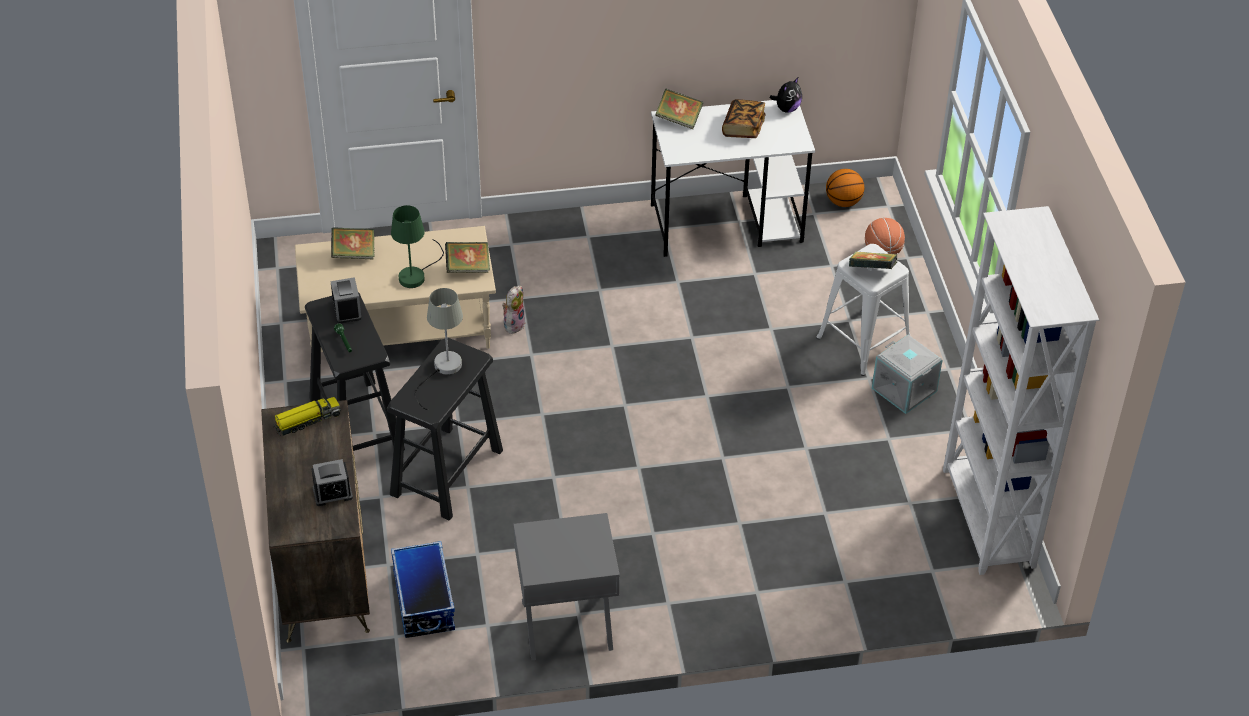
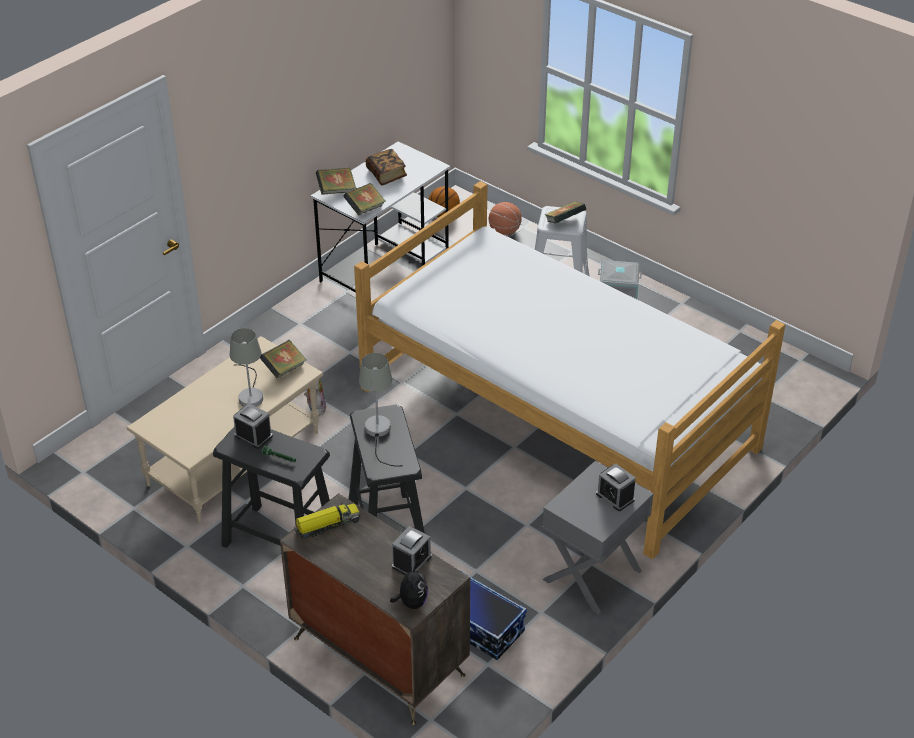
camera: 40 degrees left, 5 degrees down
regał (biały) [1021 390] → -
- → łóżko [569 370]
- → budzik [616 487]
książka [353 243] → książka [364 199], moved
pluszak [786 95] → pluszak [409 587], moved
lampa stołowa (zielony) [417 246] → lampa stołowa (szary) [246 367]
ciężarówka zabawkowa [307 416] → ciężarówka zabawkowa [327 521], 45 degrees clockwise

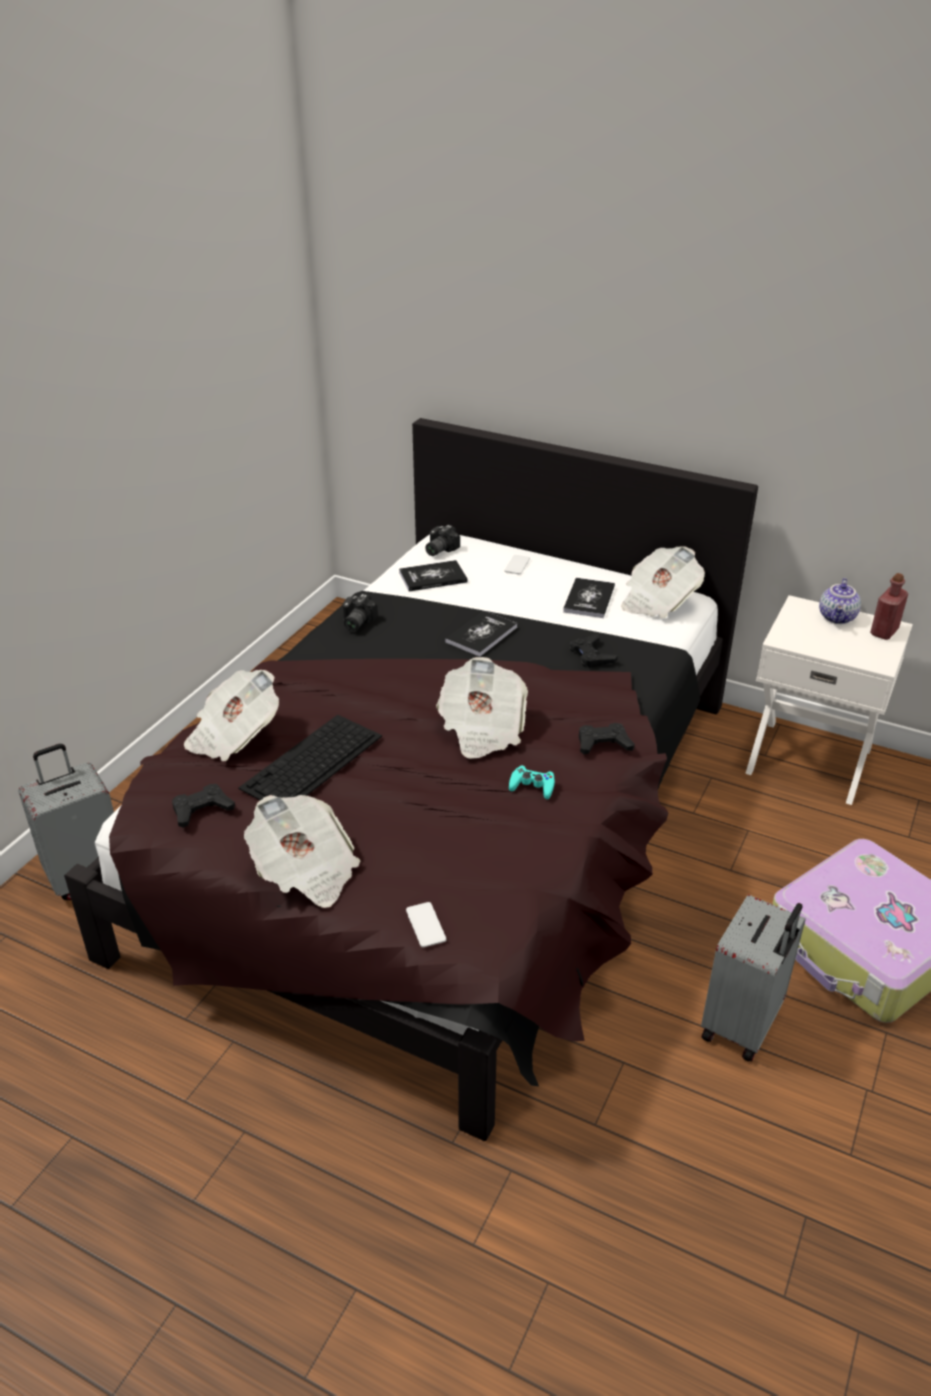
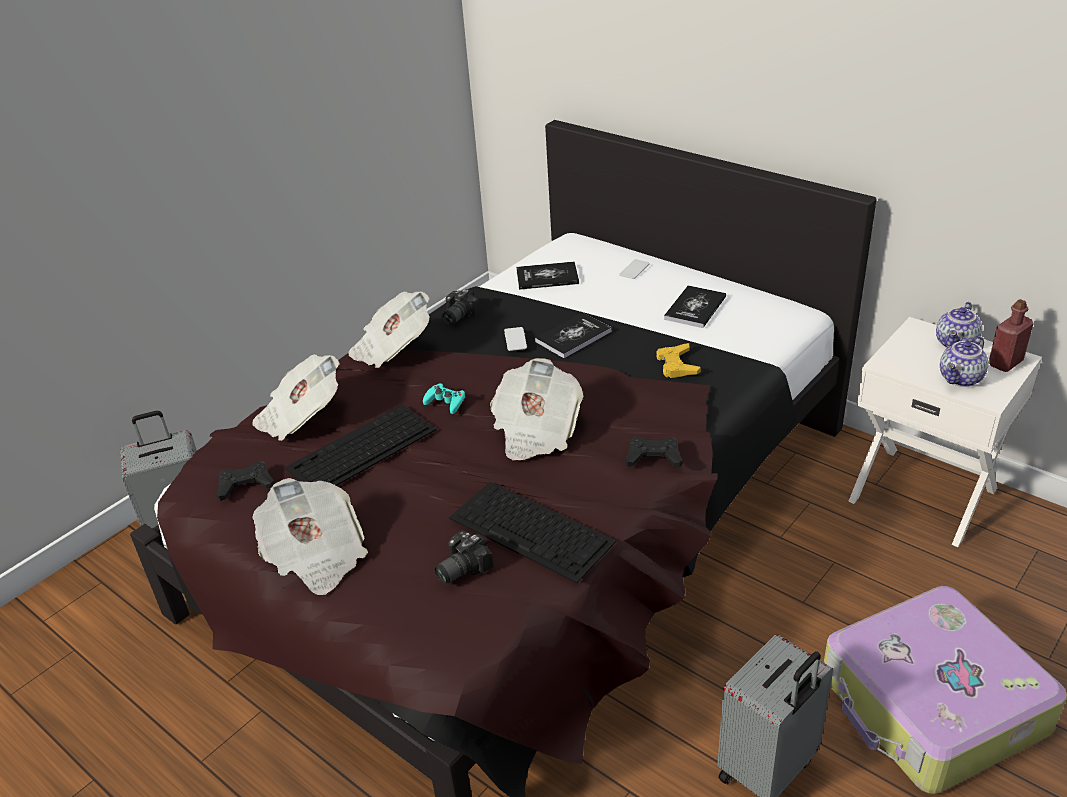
camera: 15 degrees right, 0 degrees up
- → klawiatura [532 532]
- → imbryk [964 361]
telefon [426 924] → telefon [515 339], moved
aparat fotograficzny [442 540] → aparat fotograficzny [464 557], moved
pad do gier (turkusowy) [532 782] → pad do gier (turkusowy) [444 398], moved
gazeta [663 582] → gazeta [389 330], moved
pad do gier (czarny) [594 650] → pad do gier (żółty) [678 360]

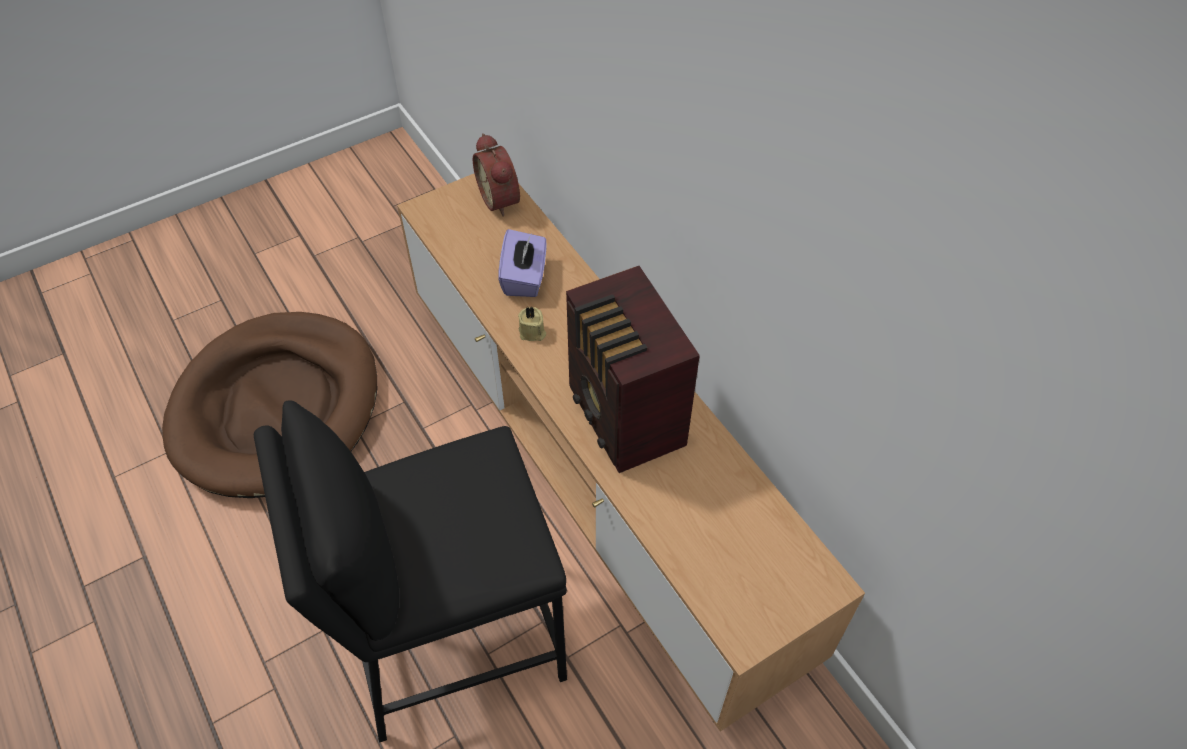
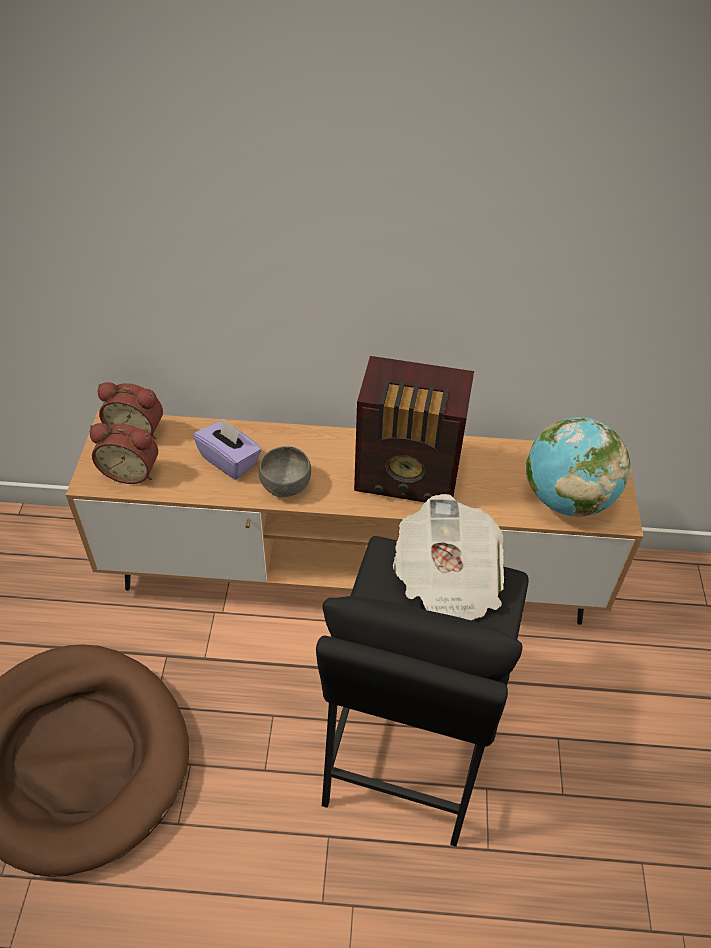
camera: 55 degrees left, 5 degrees down
- → budzik [124 453]
- → gazeta [448 557]
- → globus [578 467]
świeca (beżowy) [532 323] → miska (szary) [285 471]

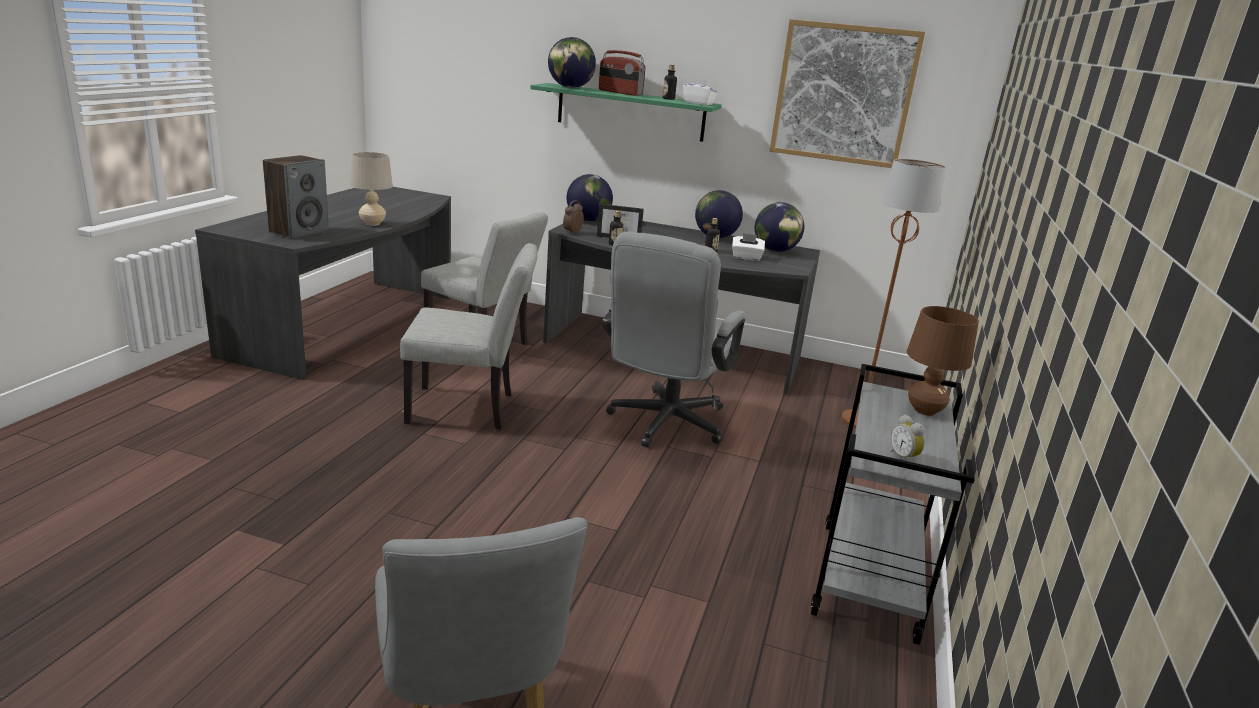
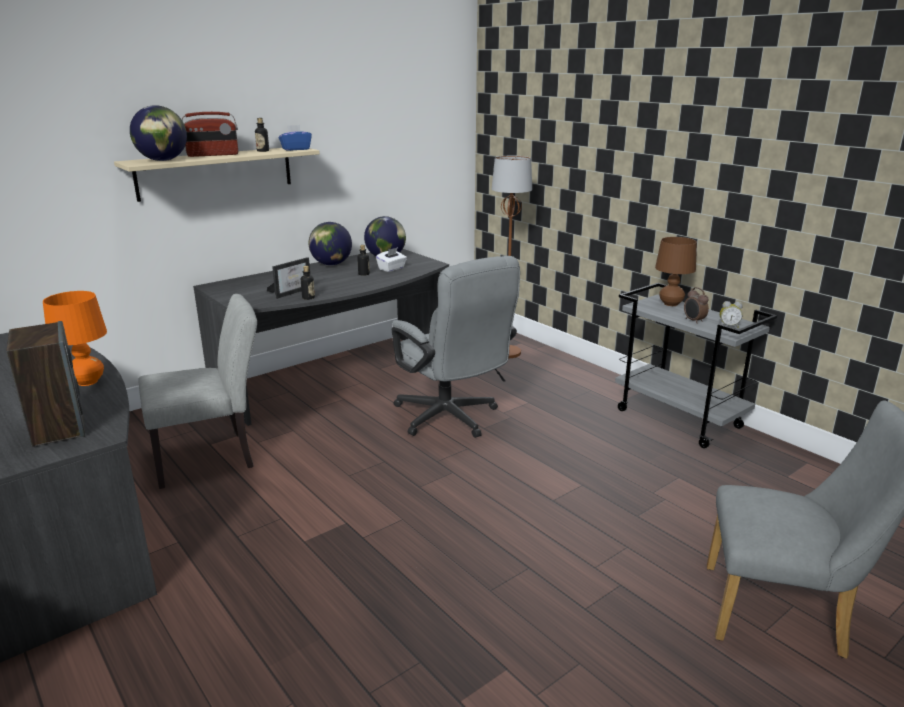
camera: 55 degrees left, 0 degrees up
krzesło (szary) [469 336] → -
globus [590 198] → -
obraz [847 93] → -
budzik [573 217] → budzik [696 305], moved
lampa stołowa (beżowy) [371 189] → lampa stołowa (pomarańczowy) [75 338]
półka (zielony) [626 112] → półka (beżowy) [217 175]
pudełko chusteczek (biały) [700 91] → pudełko chusteczek (niebieski) [295 138]

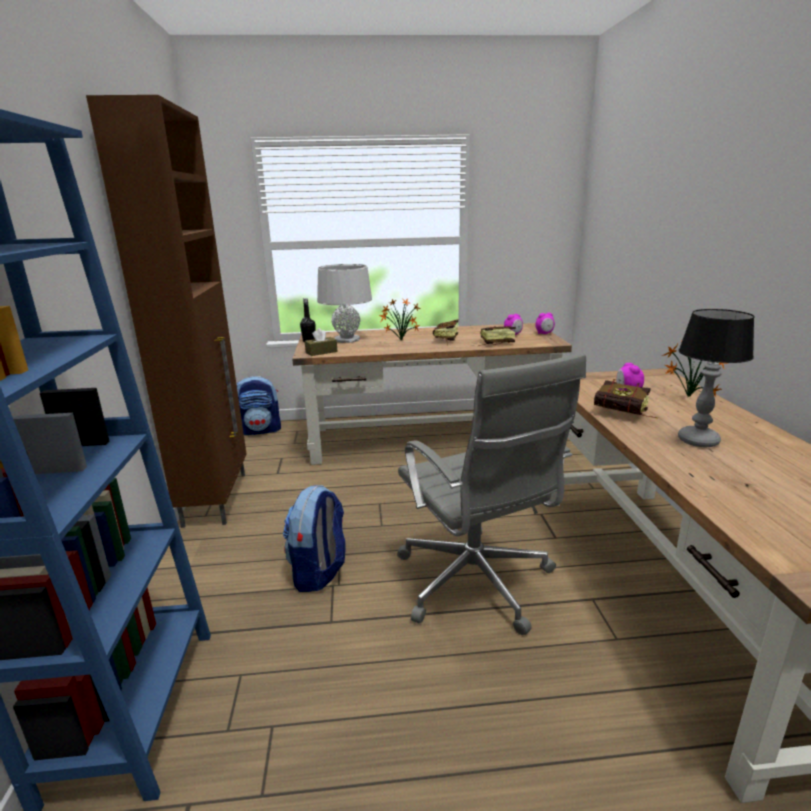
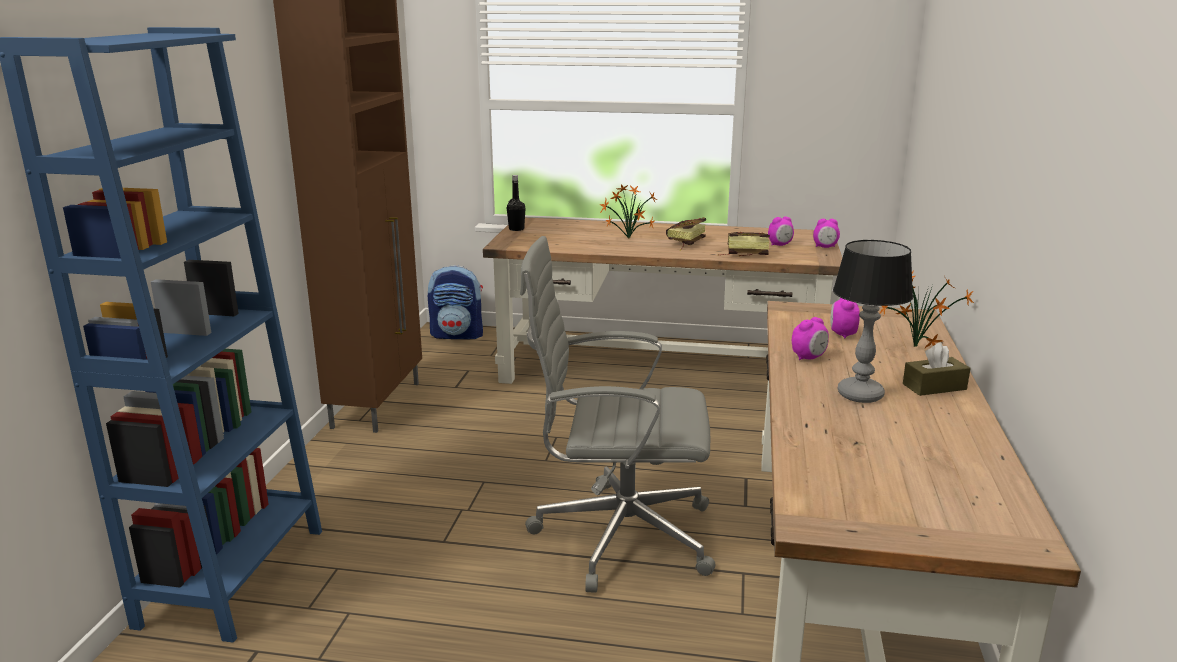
camera: 15 degrees right, 0 degrees up
plecak [314 538] → -
lampa stołowa (szary) [344 303] → -
pudełko chusteczek (brązowy) [321 342] → pudełko chusteczek (brązowy) [937 369], moved
książka [626 399] → budzik [810 338]
krzesło biurowe (szary) [491 494] → krzesło biurowe (szary) [617 414], 105 degrees clockwise

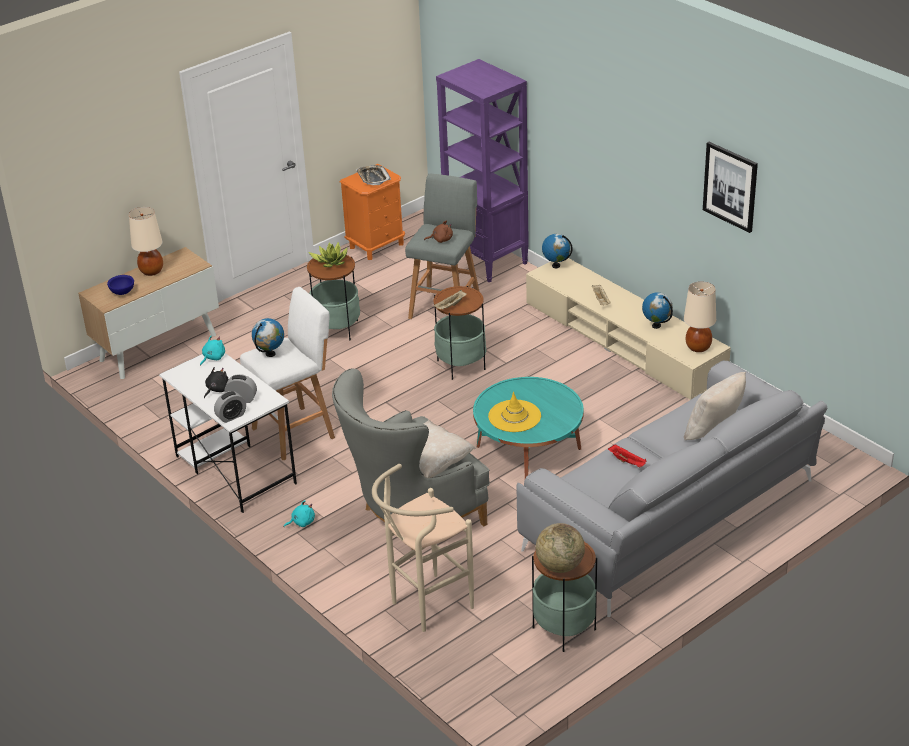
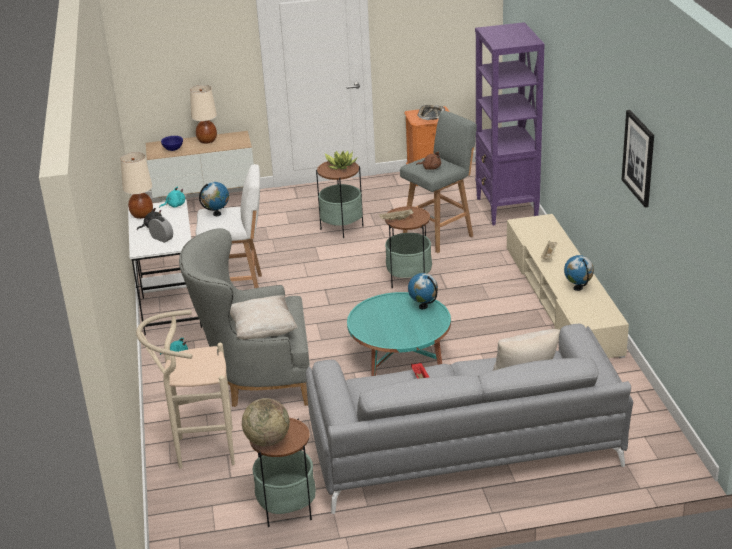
camera: 30 degrees right, 5 degrees down
budzik [230 407] → -
kapelusz (żółty) [514 412] → -
globus [557 251] → globus [423 291], moved
lampa stołowa (beżowy) [700 317] → lampa stołowa (beżowy) [137 185], moved

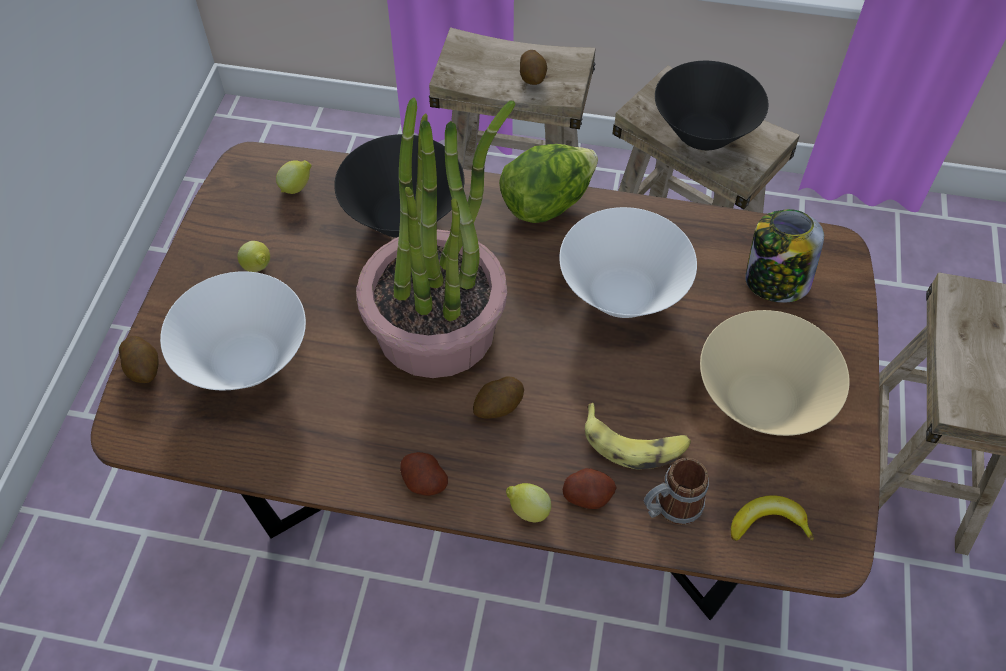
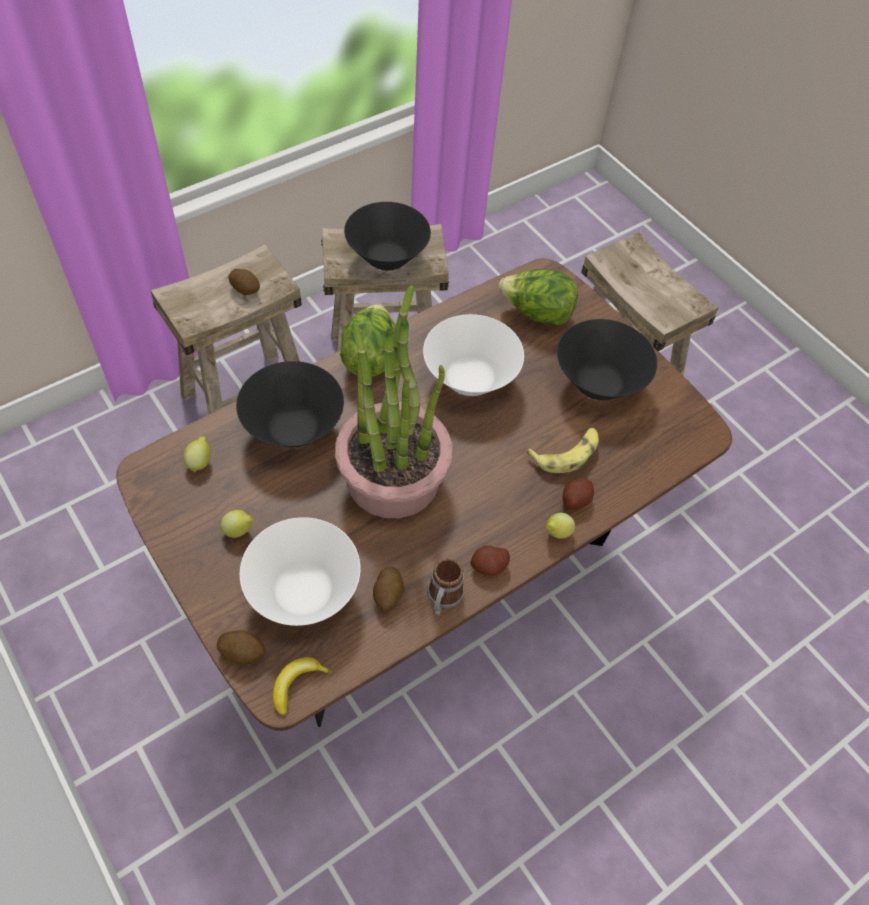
camera: 50 degrees left, 0 degrees up
ziemniak [498 397] → ziemniak [388 589], moved
kubek [676 491] → kubek [445 586], moved
banan [772 518] → banan [302 686], moved
słoik [784 256] → sałata [538 297]
miska (beżowy) [775 373] → miska (czarny) [607 359]

